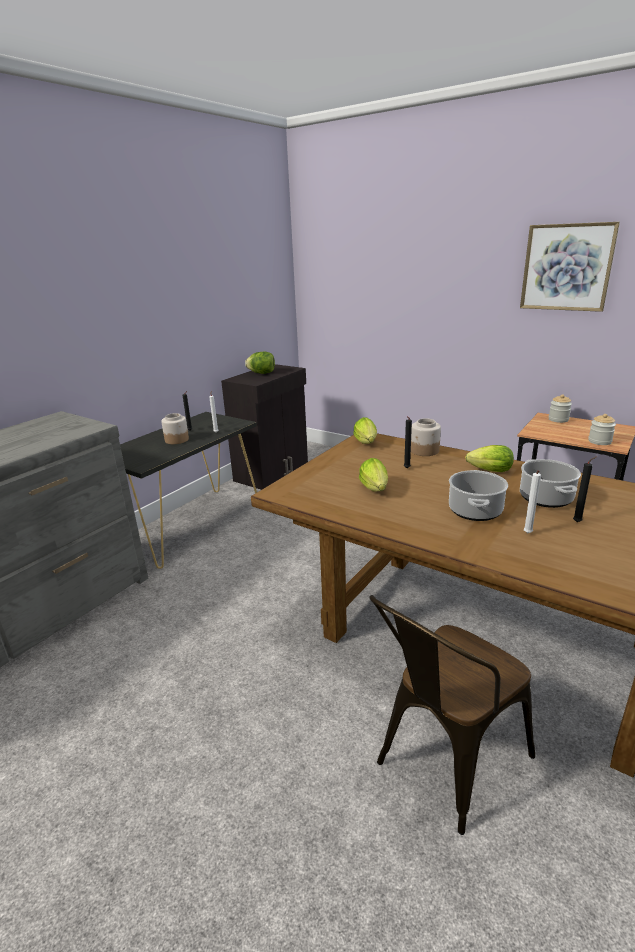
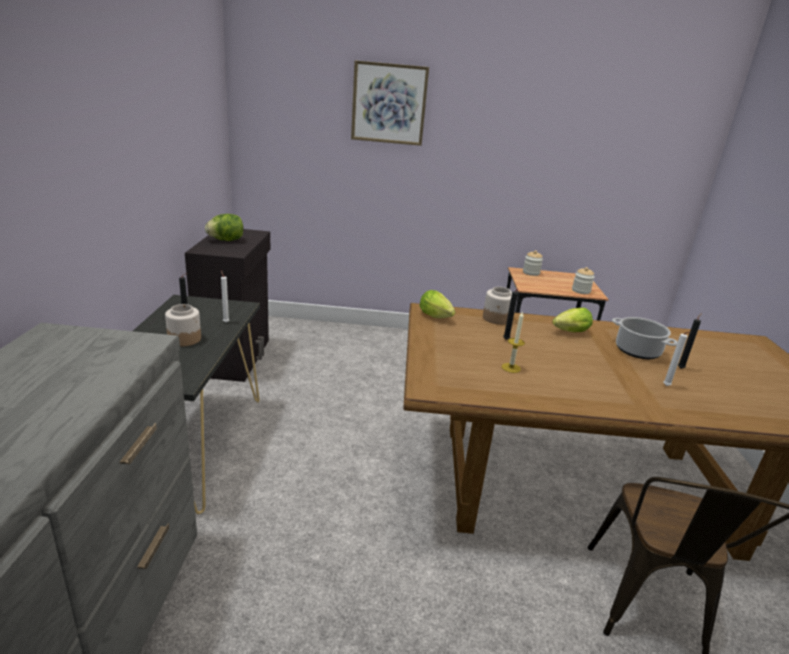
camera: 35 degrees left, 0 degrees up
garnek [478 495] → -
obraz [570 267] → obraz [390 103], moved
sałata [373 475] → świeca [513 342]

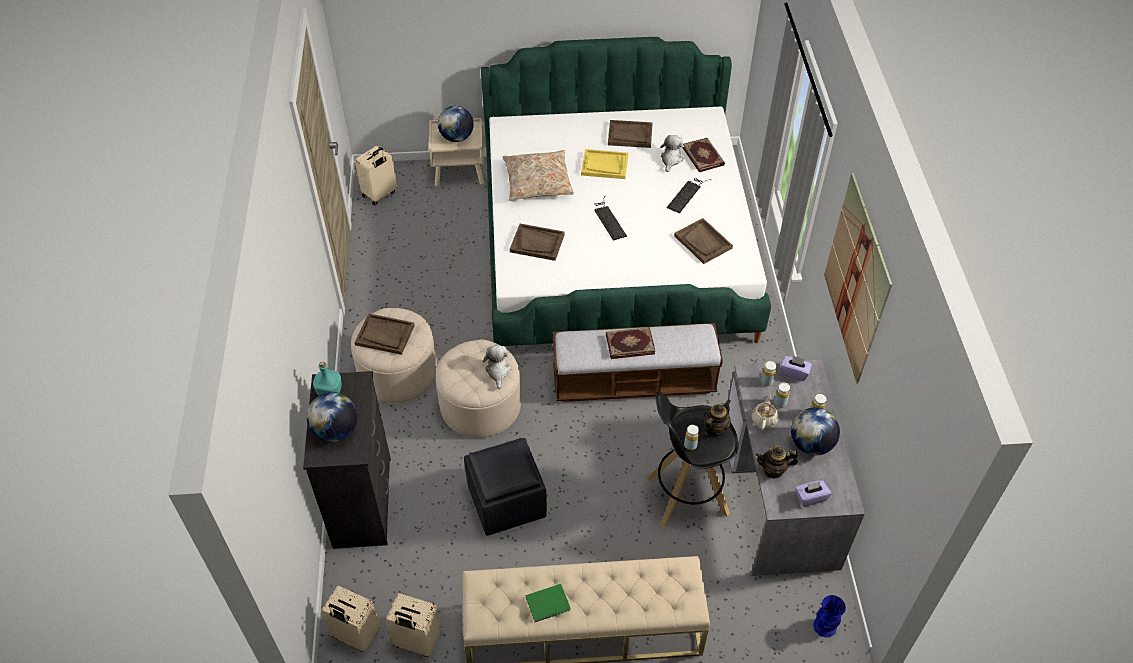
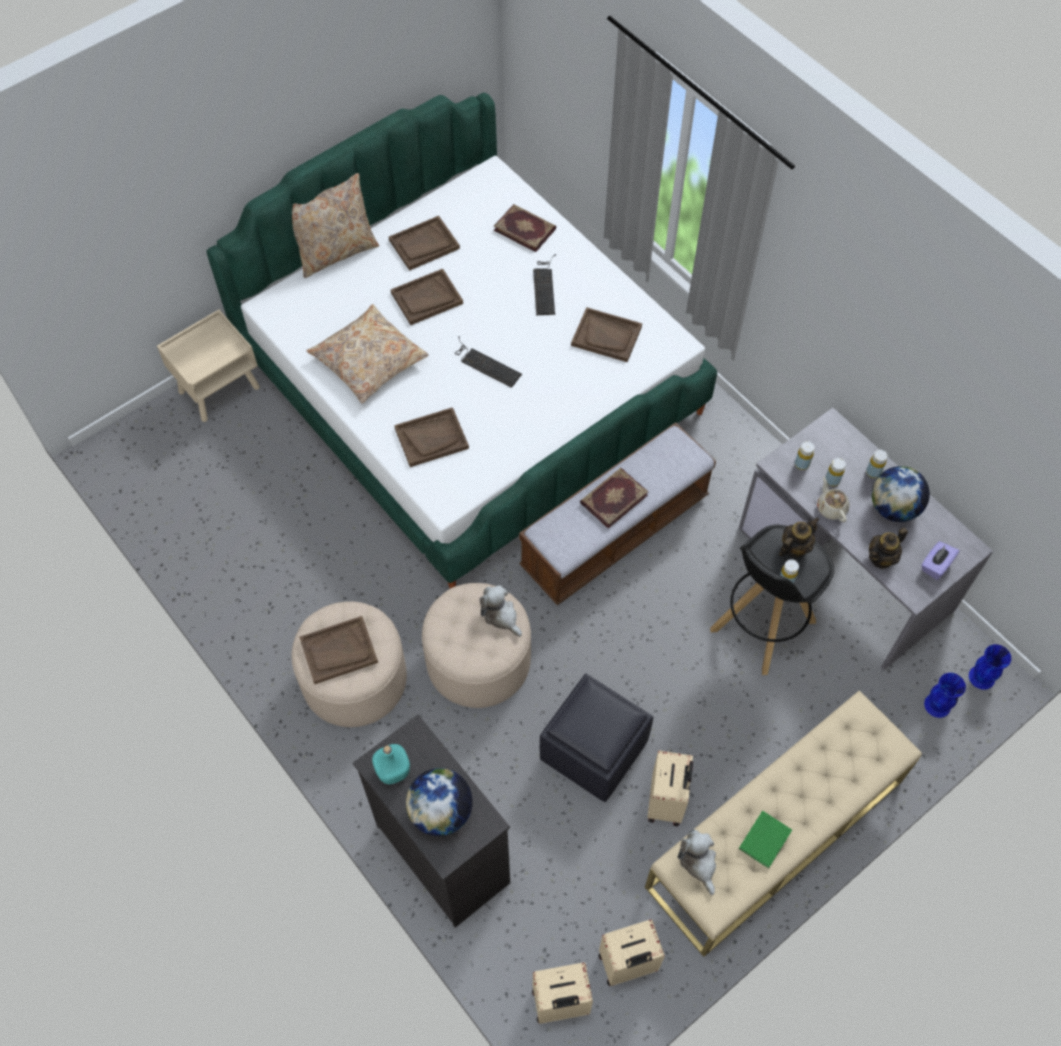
camera: 35 degrees left, 10 degrees up
globus [455 124] → -
pudełko chusteczek (fioletowy) [796 368] → -
obraz [858 278] → -
- → poduszka (beżowy) [335 225]
- → wazon (niebieski) [945 695]
walizka (beżowy) [376 175] → walizka (beżowy) [670 788], moved
pluszak [671 153] → pluszak [697 862], moved
taca (żółty) [604 164] → taca (brązowy) [427 297]
imbryk [717 417] → imbryk [799 537], 45 degrees clockwise

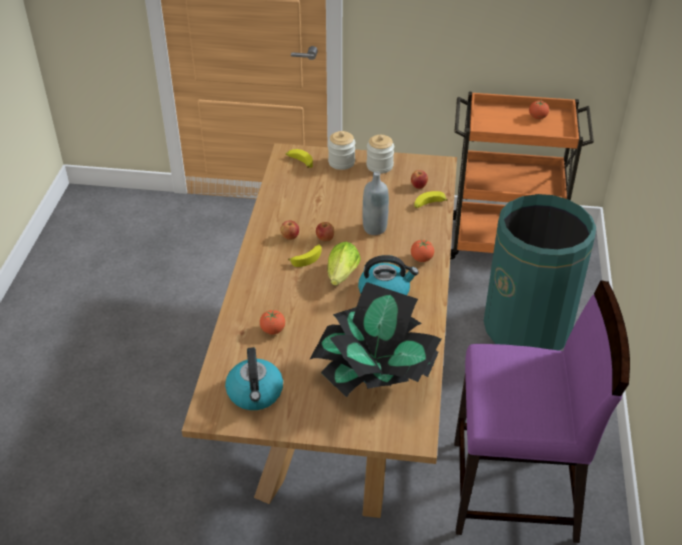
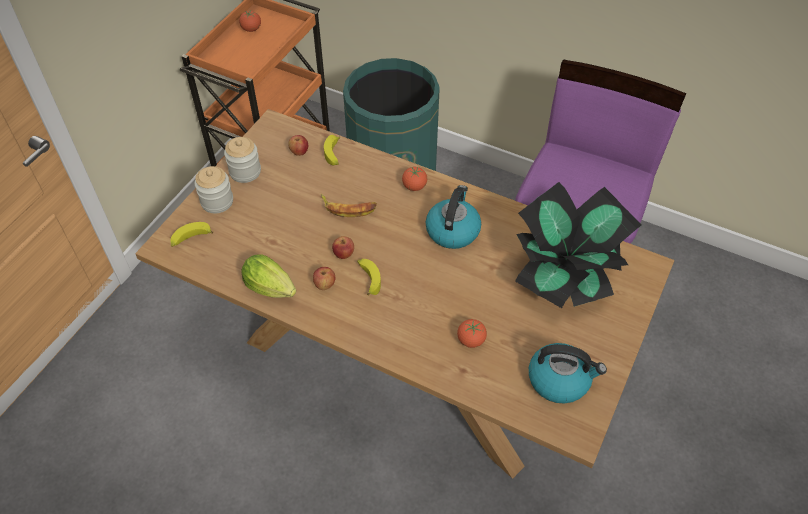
camera: 70 degrees left, 10 degrees up
sałata [344 264] → sałata [268 276], moved
butelka (szary) [376 203] → banan [349 205]

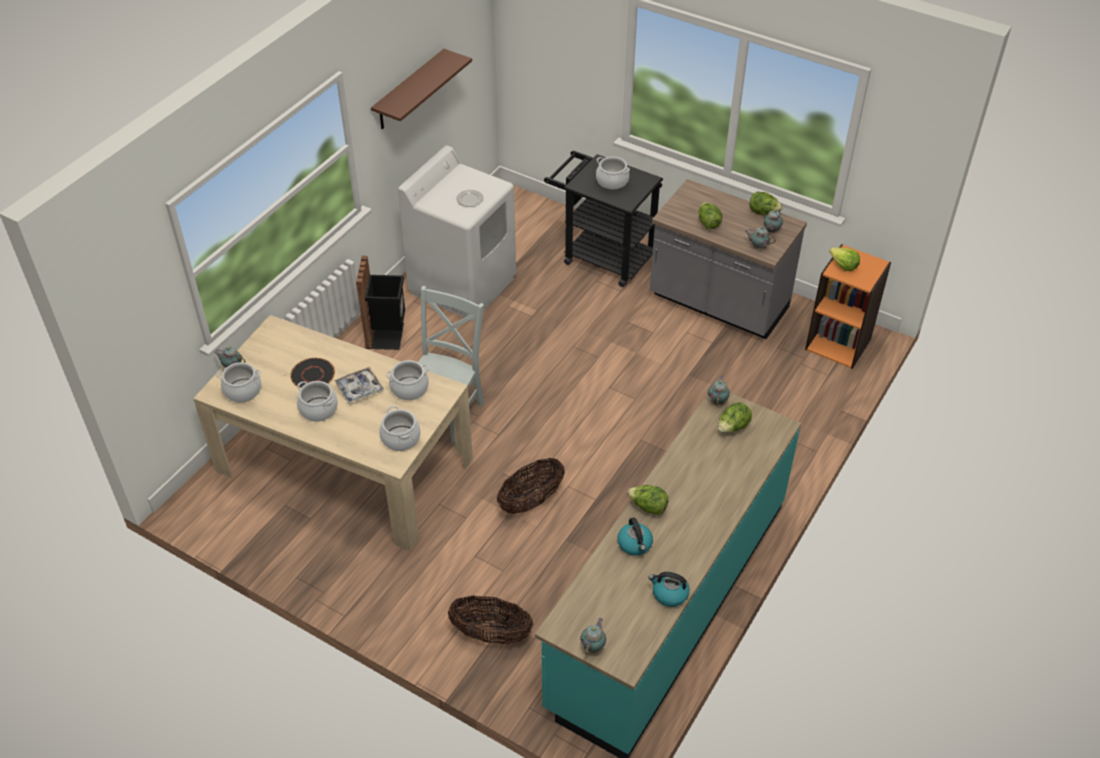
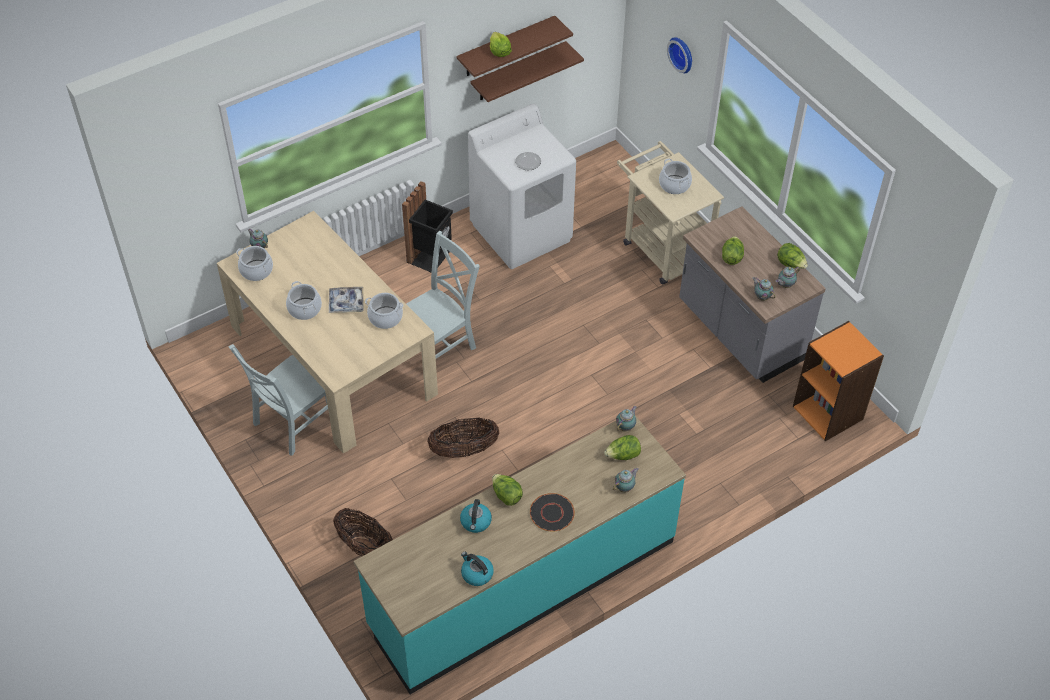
camera: 25 degrees right, 5 degrees up
garnek [400 428] → -
- → krzesło (szary) [278 400]
- → półka (brązowy) [527 71]
- → zegar ścienny [679 55]
talerz (czarny) [312 373] → talerz (czarny) [552 512], moved
imbryk [593 636] → imbryk [626 480], moved
sałata [844 259] → sałata [501 44], moved
wózek (czarny) [603 218] → wózek (beżowy) [670 213]

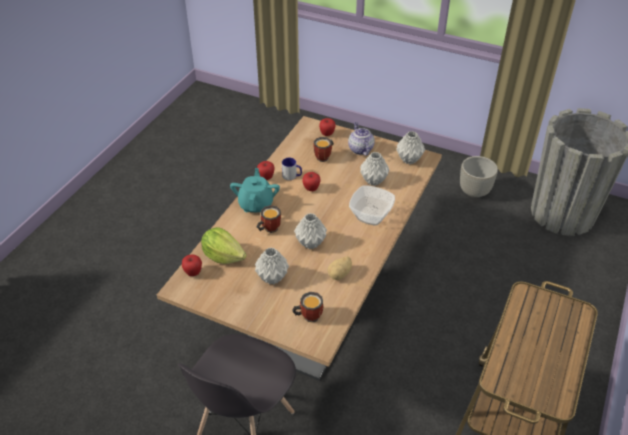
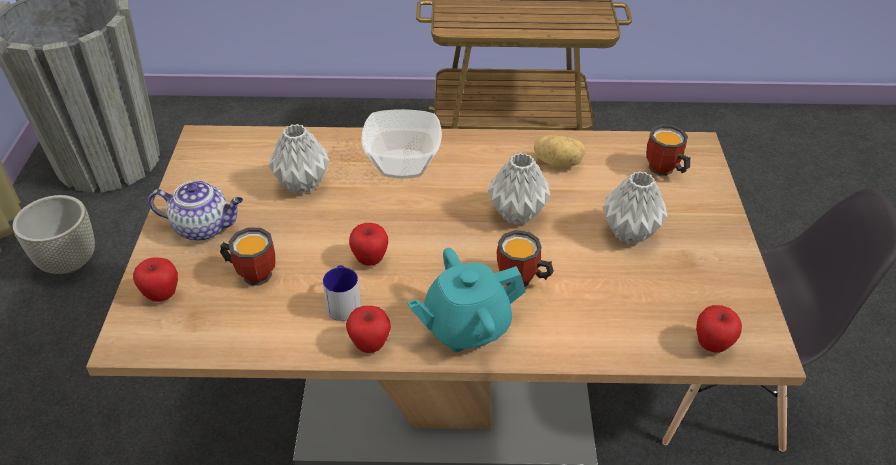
camera: 115 degrees left, 0 degrees up
sałata [224 245] → -
wazon (szary) [410 147] → -
imbryk [361 139] → imbryk [195 210], 135 degrees counterclockwise

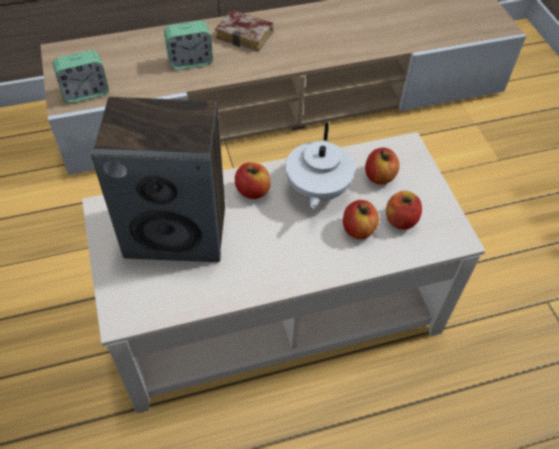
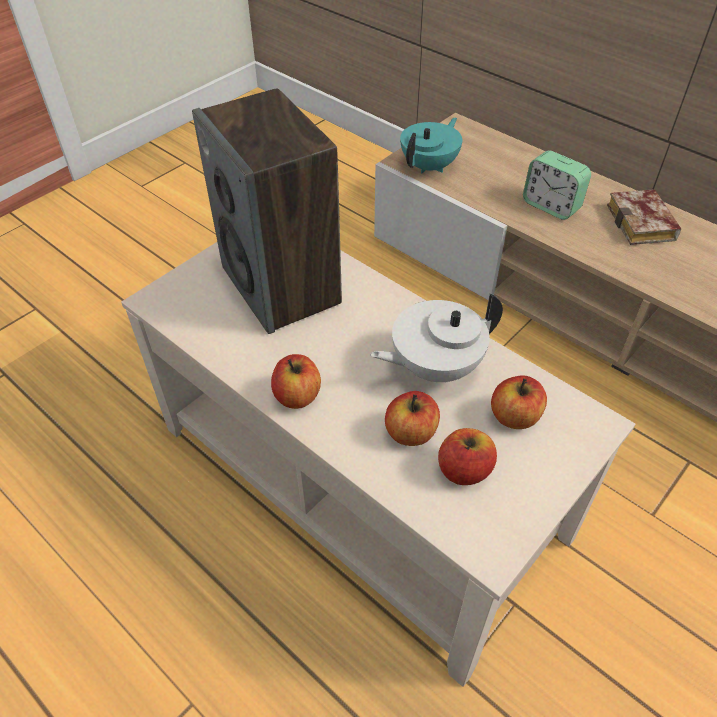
camera: 60 degrees right, 5 degrees down
jabłko [253 180] → jabłko [296 381], moved
budzik [81 76] → imbryk (turkusowy) [431 145]

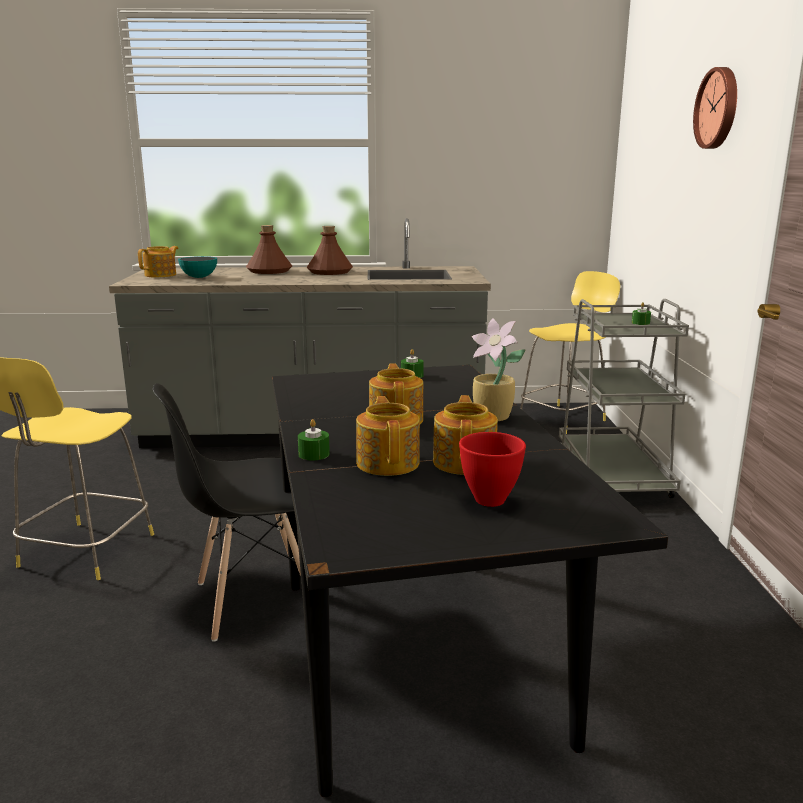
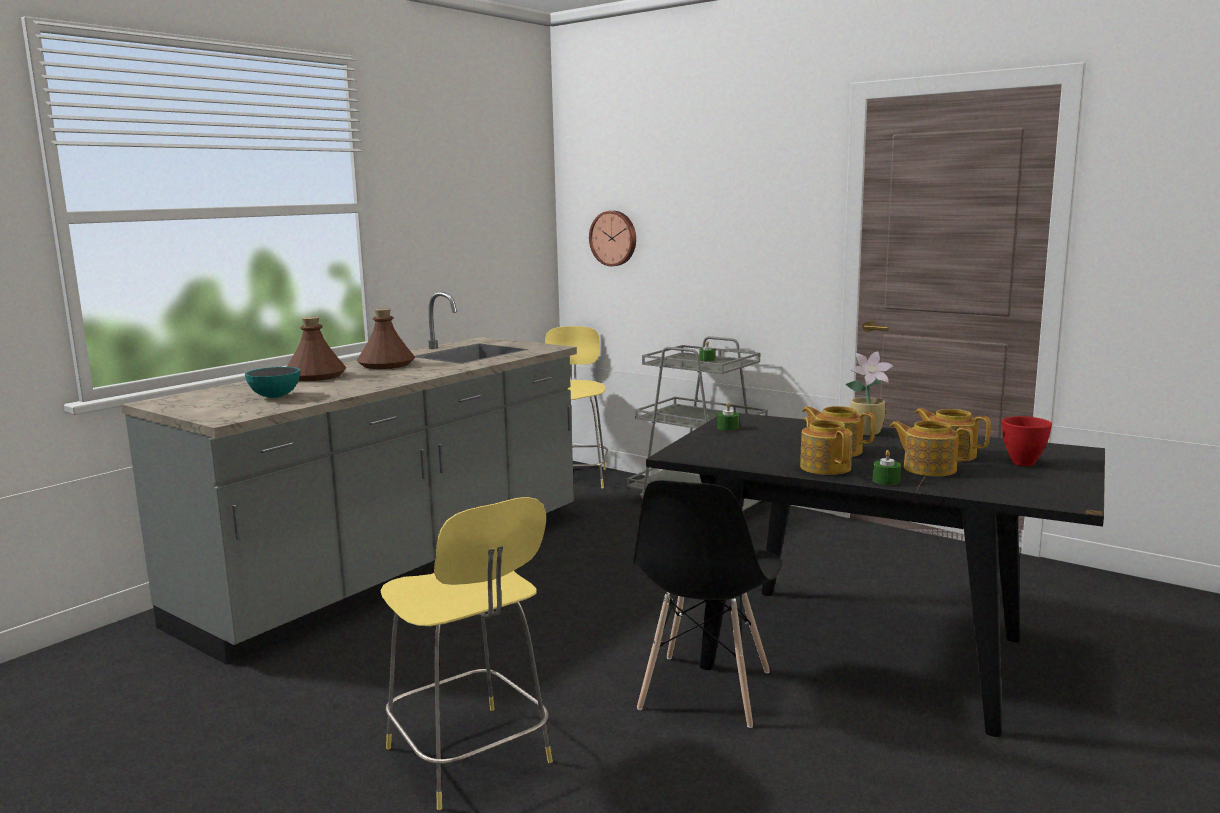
camera: 50 degrees left, 5 degrees down
imbryk [158 261] → imbryk [826 445], moved
zegar ścienny [715 108] → zegar ścienny [612 238], moved

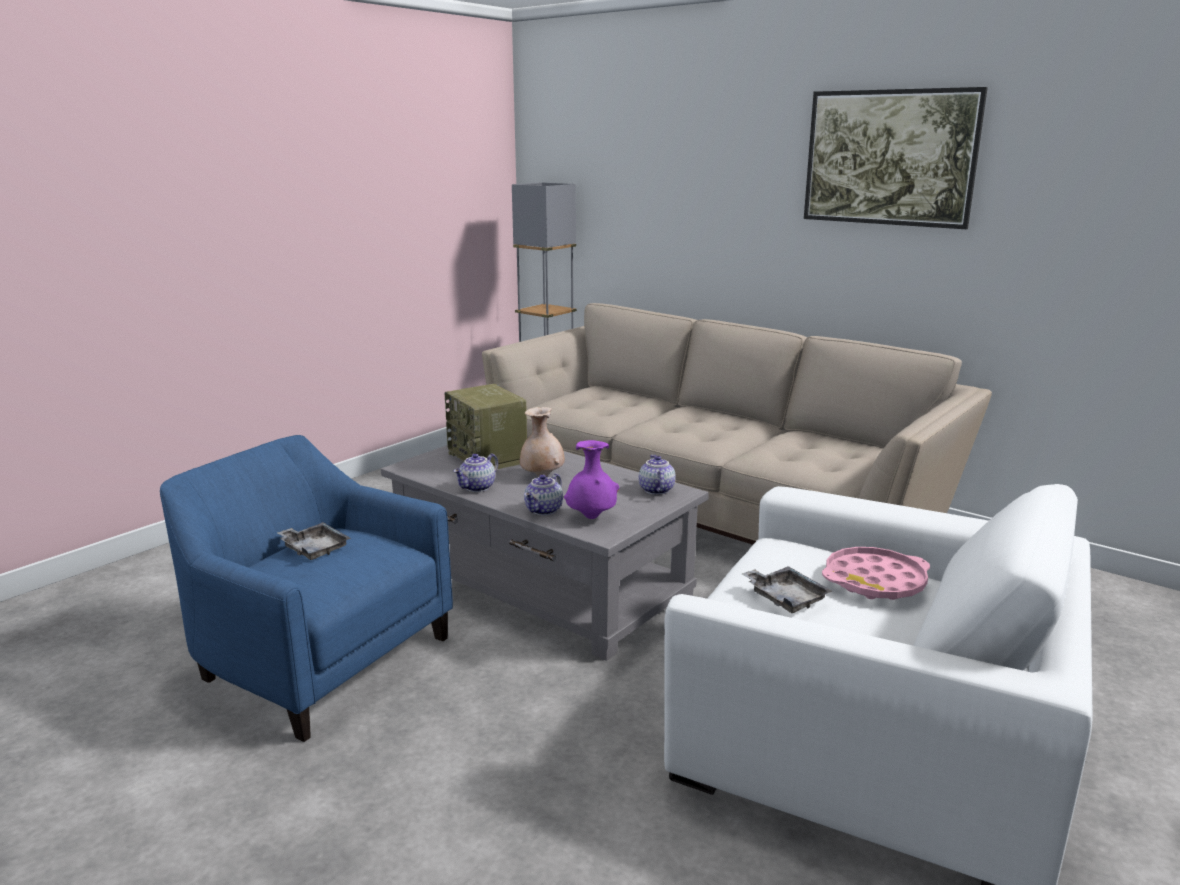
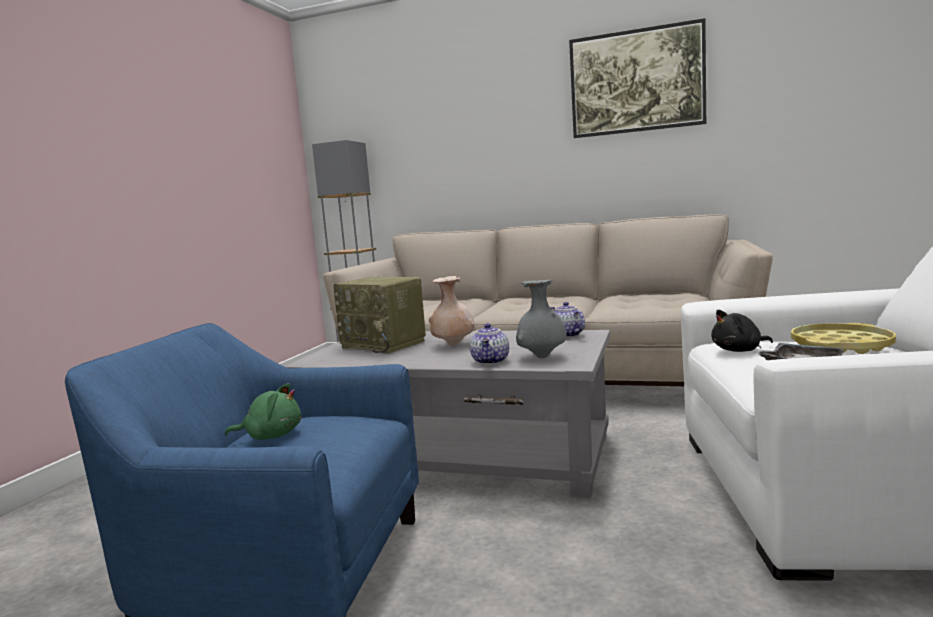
camera: 20 degrees left, 10 degrees down
imbryk [475 472] → -
- → pluszak (czarny) [742 331]
taca (szary) [314 541] → pluszak (zielony) [263 411]
wazon (fioletowy) [591 479] → wazon (szary) [541 319]
taca (różowy) [876 573] → taca (żółty) [843 338]

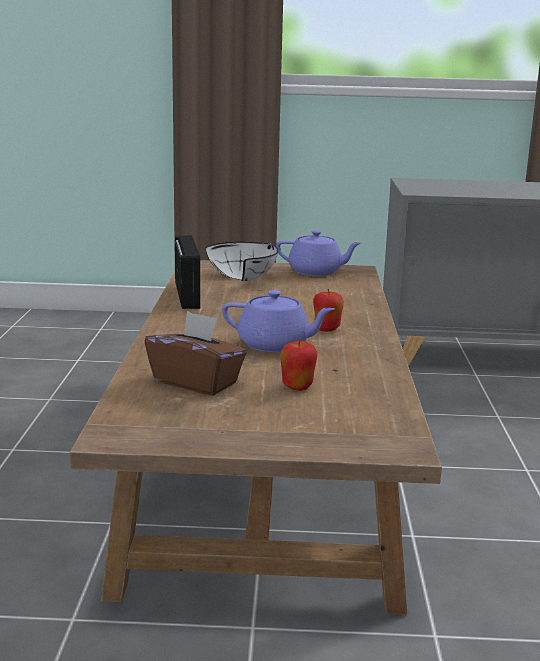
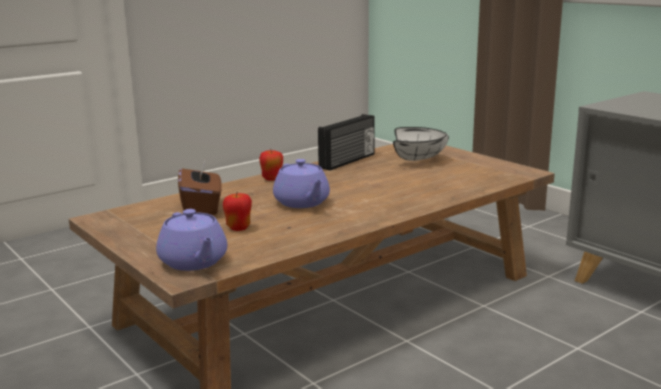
camera: 50 degrees right, 0 degrees up
imbryk (fioletowy) [318 253] → imbryk (fioletowy) [191 240], moved
jabłko [328 310] → jabłko [271 164], moved

